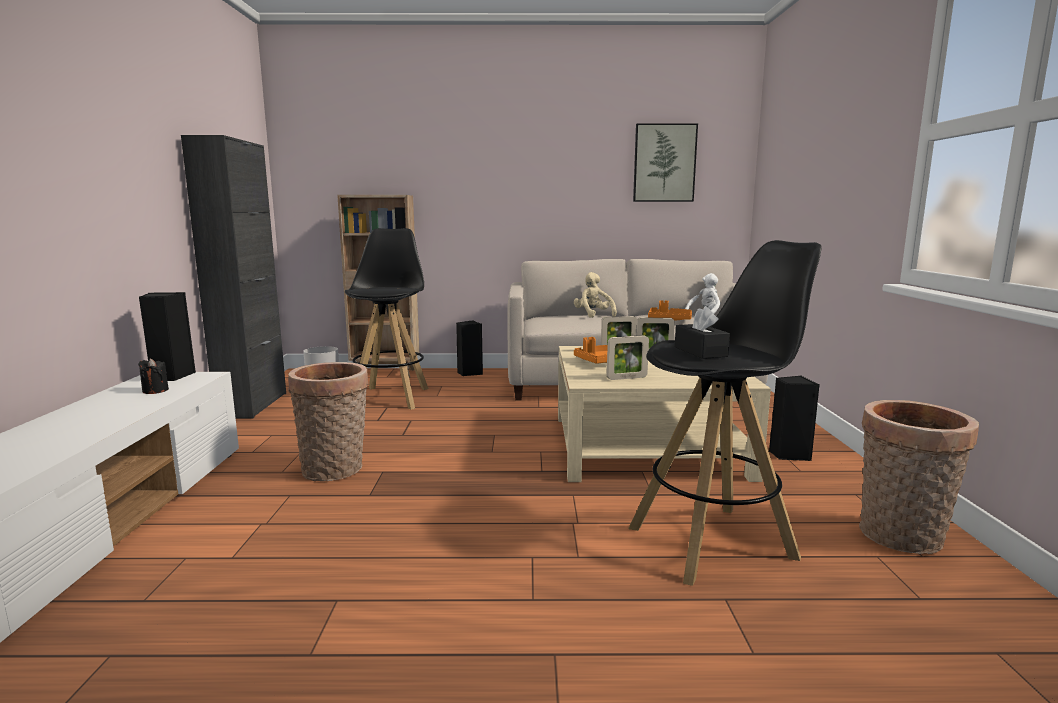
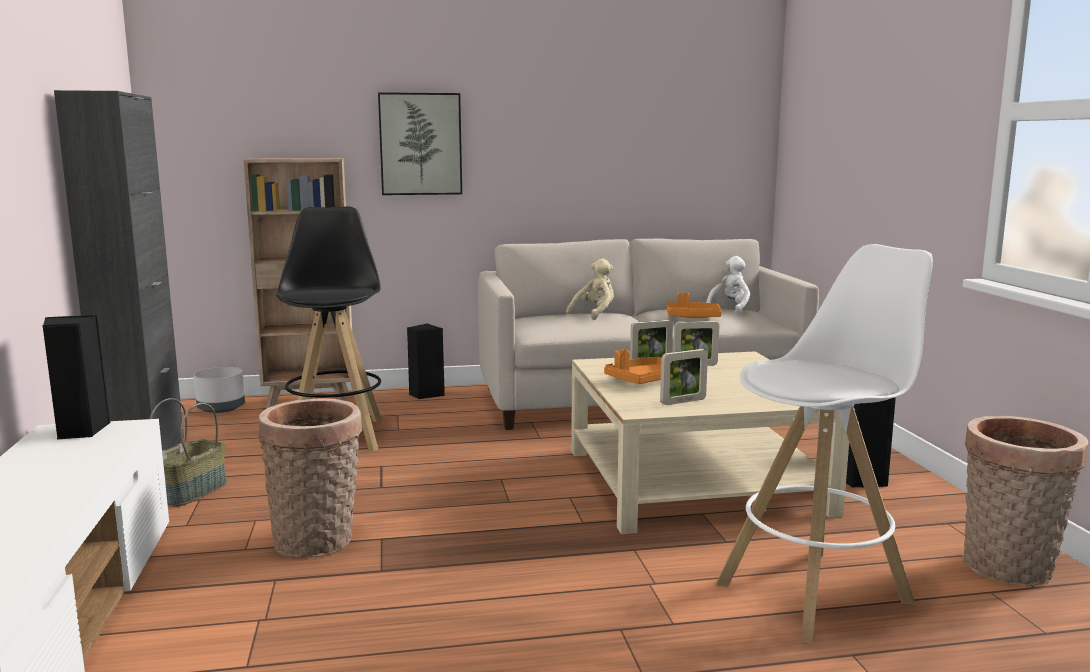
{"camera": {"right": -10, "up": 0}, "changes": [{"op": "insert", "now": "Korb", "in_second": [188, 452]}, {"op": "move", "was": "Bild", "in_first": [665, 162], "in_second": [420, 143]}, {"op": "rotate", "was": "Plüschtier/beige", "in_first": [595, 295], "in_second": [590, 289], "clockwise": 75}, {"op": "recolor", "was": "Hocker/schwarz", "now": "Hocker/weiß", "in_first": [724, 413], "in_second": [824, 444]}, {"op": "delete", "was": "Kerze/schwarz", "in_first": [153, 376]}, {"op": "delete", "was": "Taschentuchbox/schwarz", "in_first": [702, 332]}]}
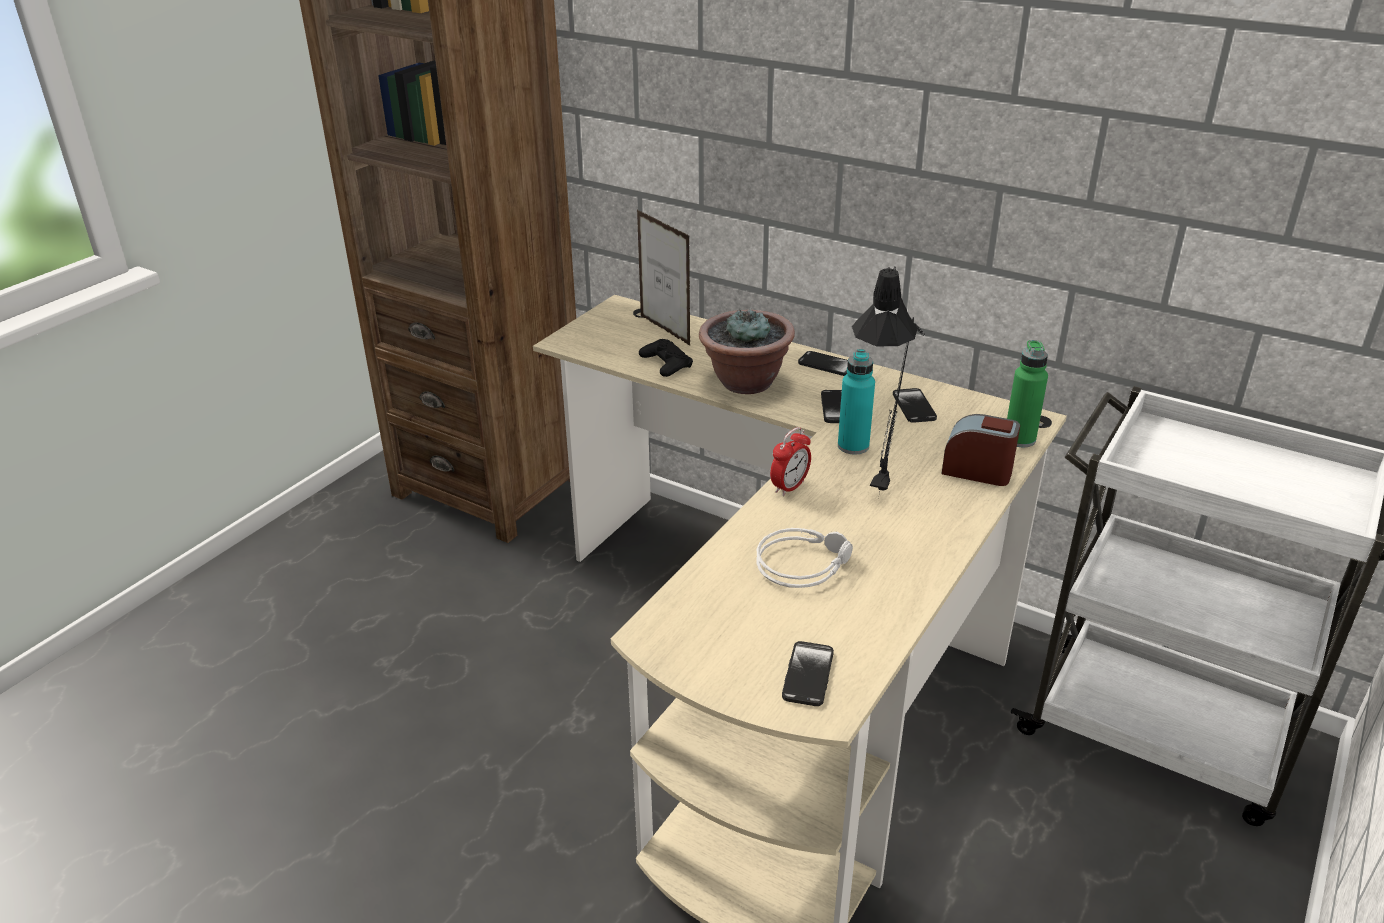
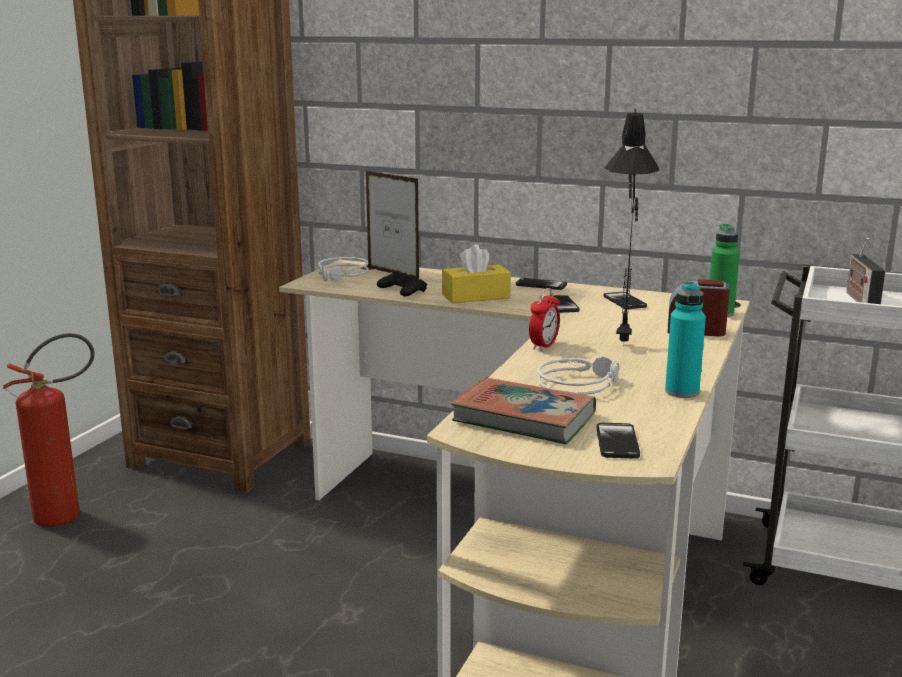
{"camera": {"right": -10, "up": -15}, "changes": [{"op": "insert", "now": "Feuerlöscher", "in_second": [49, 430]}, {"op": "insert", "now": "Kopfhörer/grau", "in_second": [343, 269]}, {"op": "replace", "was": "Topfpflanze", "now": "Taschentuchbox/gelb", "in_first": [747, 350], "in_second": [476, 274]}, {"op": "insert", "now": "Buch", "in_second": [523, 411]}, {"op": "move", "was": "Flasche/türkis", "in_first": [856, 402], "in_second": [685, 340]}, {"op": "insert", "now": "Radio", "in_second": [865, 271]}]}
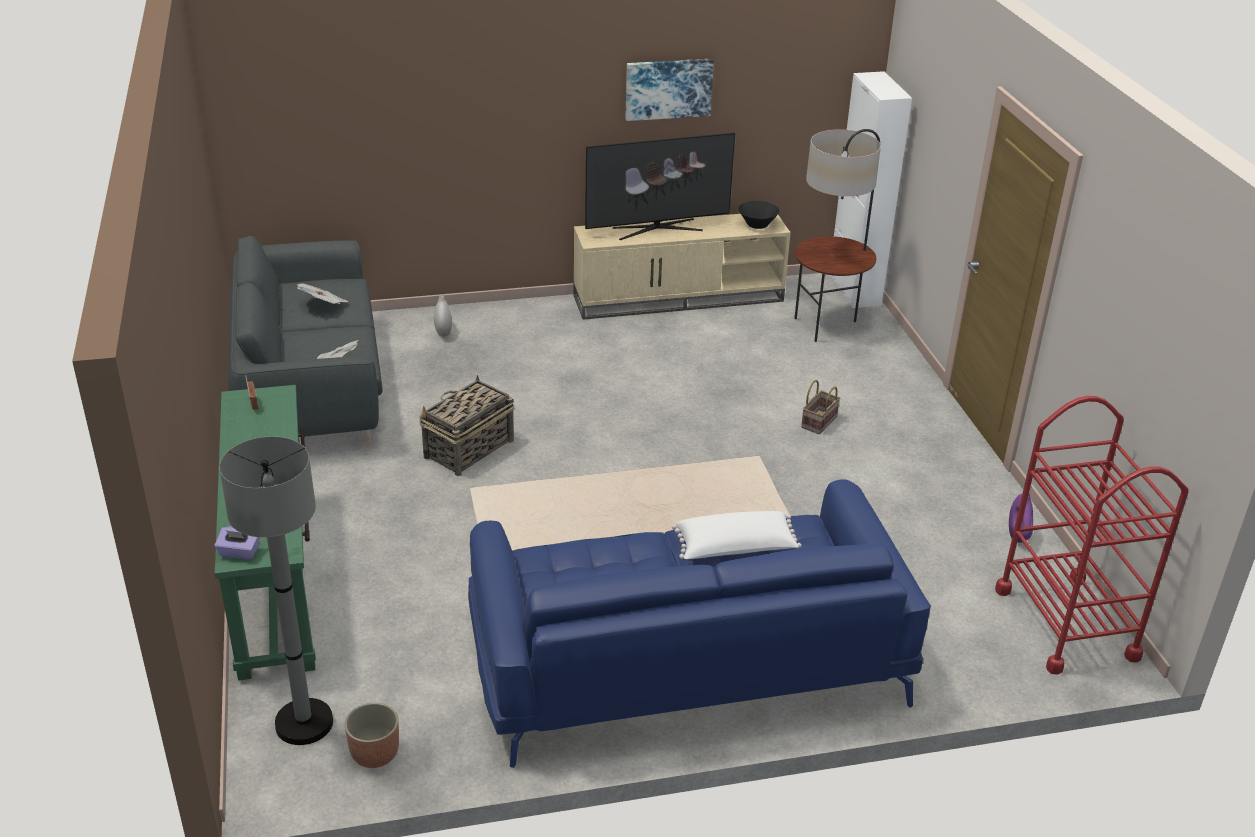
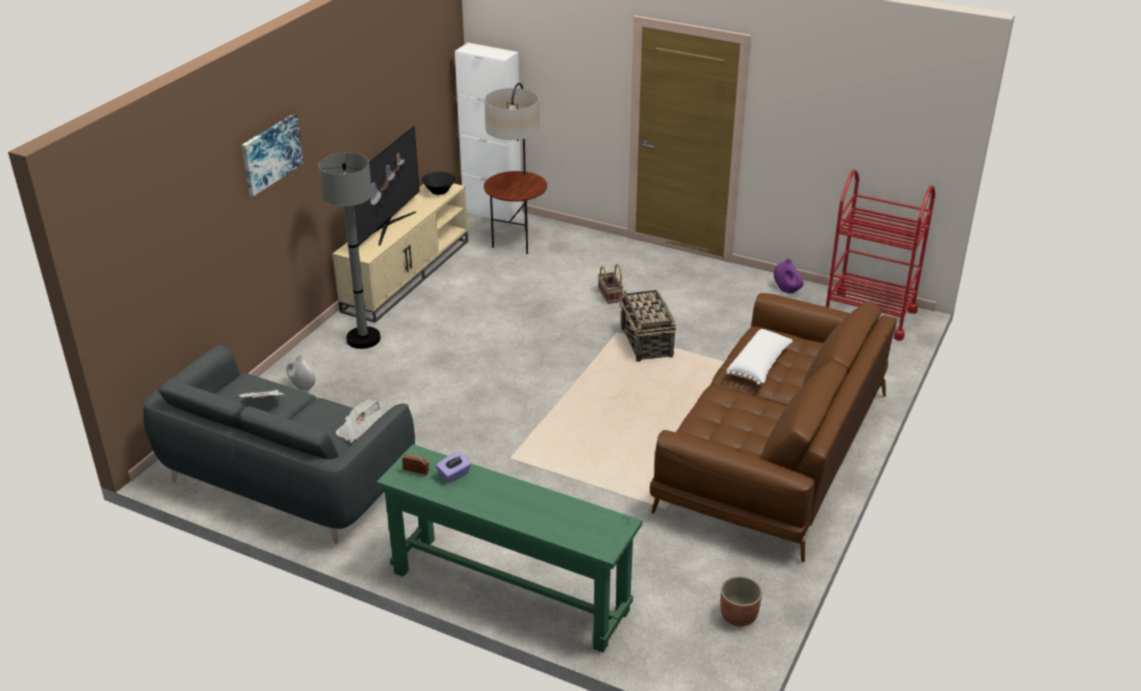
{"camera": {"right": -50, "up": 0}, "changes": [{"op": "move", "was": "Bild", "in_first": [670, 90], "in_second": [273, 155]}, {"op": "move", "was": "Stehlampe/grau", "in_first": [276, 590], "in_second": [350, 251]}, {"op": "move", "was": "Taschentuchbox/lila", "in_first": [237, 543], "in_second": [453, 467]}, {"op": "move", "was": "Korb", "in_first": [466, 425], "in_second": [647, 326]}, {"op": "recolor", "was": "Sofa/blau", "now": "Sofa/braun", "in_first": [699, 623], "in_second": [773, 428]}]}
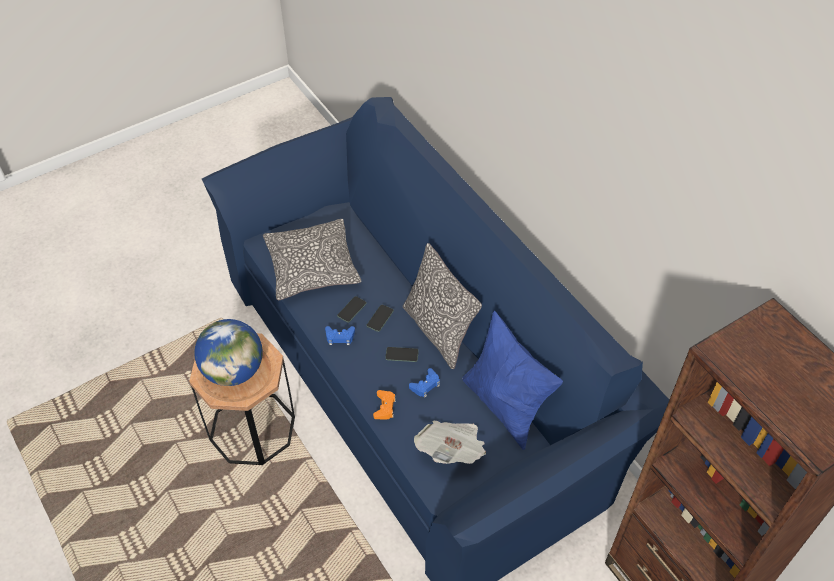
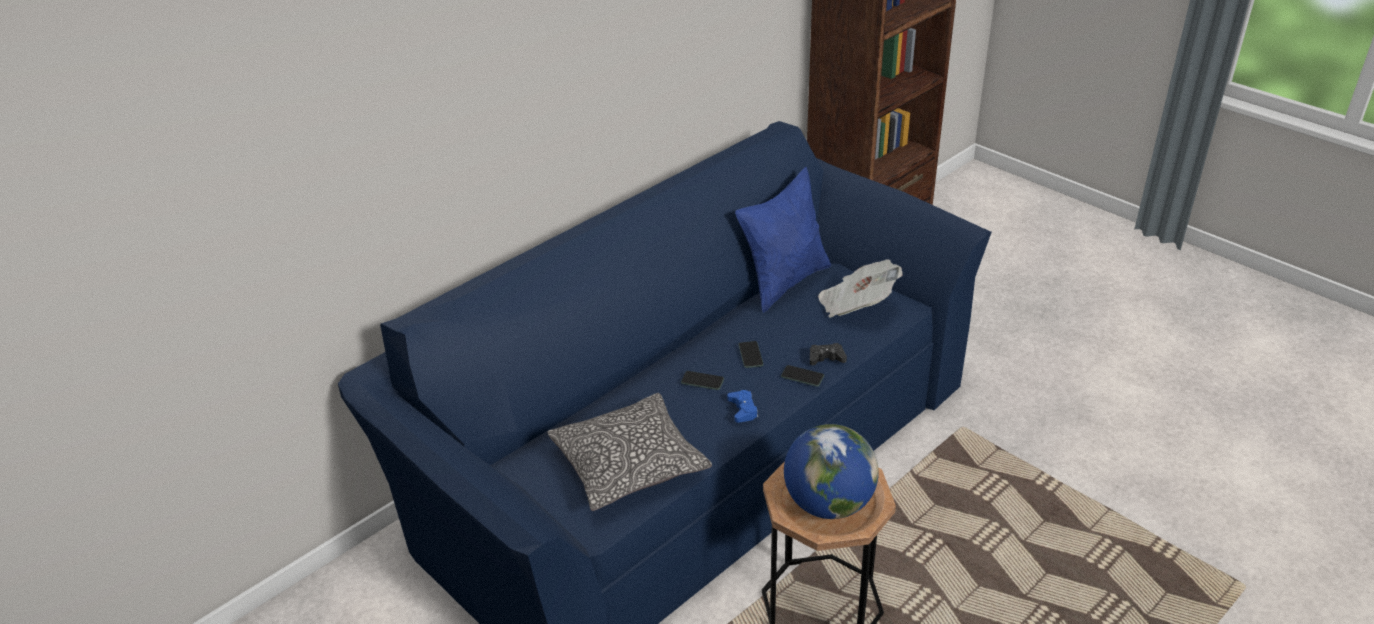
{"camera": {"right": -100, "up": -15}, "changes": [{"op": "move", "was": "Handy", "in_first": [352, 309], "in_second": [802, 375]}, {"op": "recolor", "was": "Gamepad/orange", "now": "Gamepad/schwarz", "in_first": [384, 404], "in_second": [828, 354]}, {"op": "delete", "was": "Kissen", "in_first": [442, 306]}, {"op": "delete", "was": "Gamepad/blau", "in_first": [424, 383]}]}
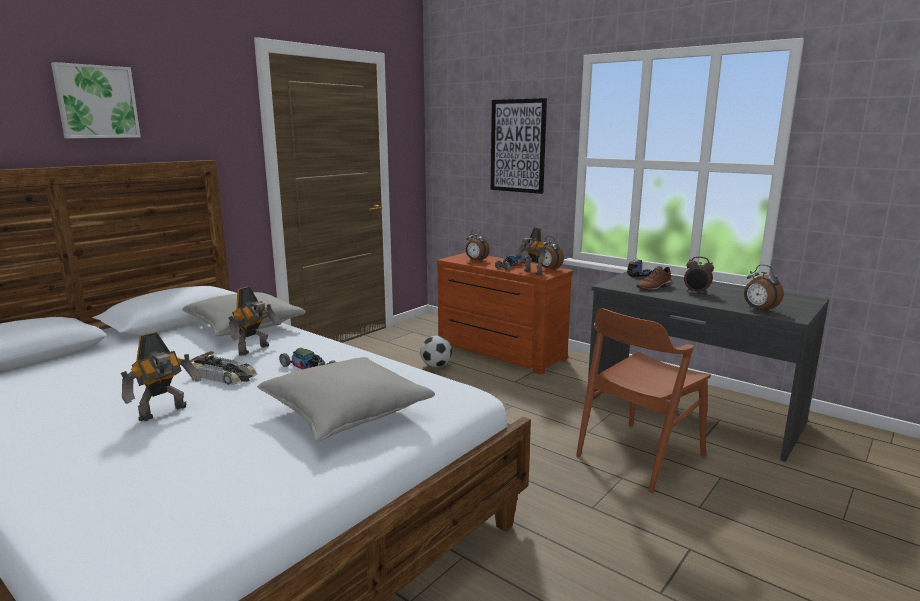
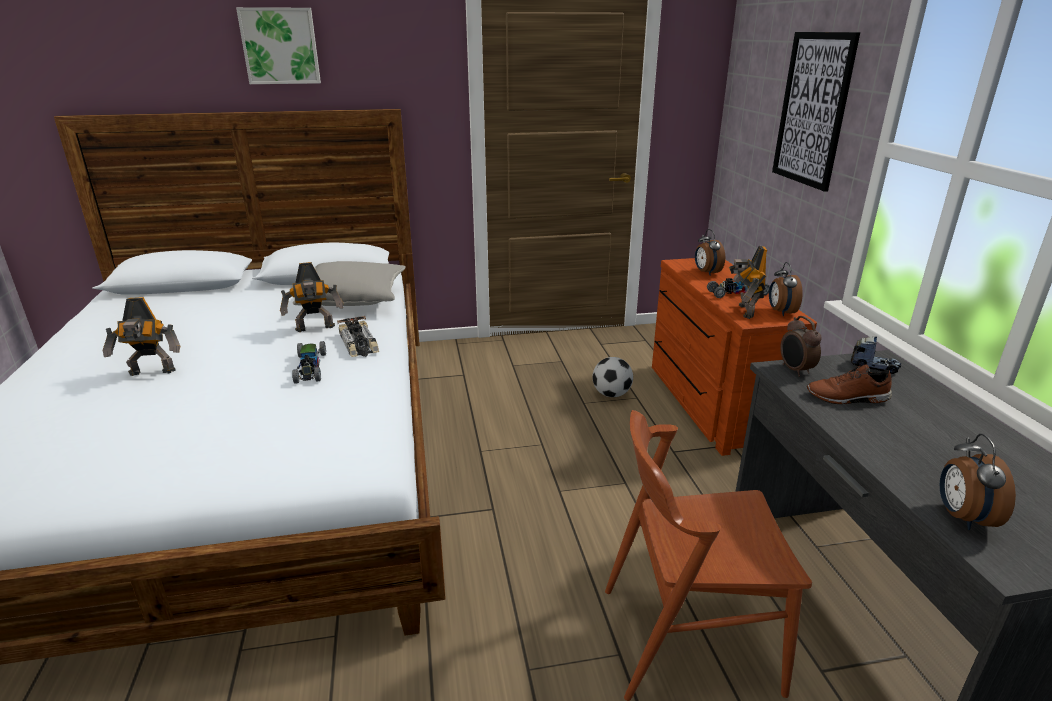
{"camera": {"right": 40, "up": 10}, "changes": [{"op": "move", "was": "Spielzeugauto", "in_first": [224, 368], "in_second": [358, 336]}, {"op": "move", "was": "Wecker", "in_first": [699, 275], "in_second": [801, 346]}, {"op": "delete", "was": "Kissen/grau", "in_first": [346, 399]}]}
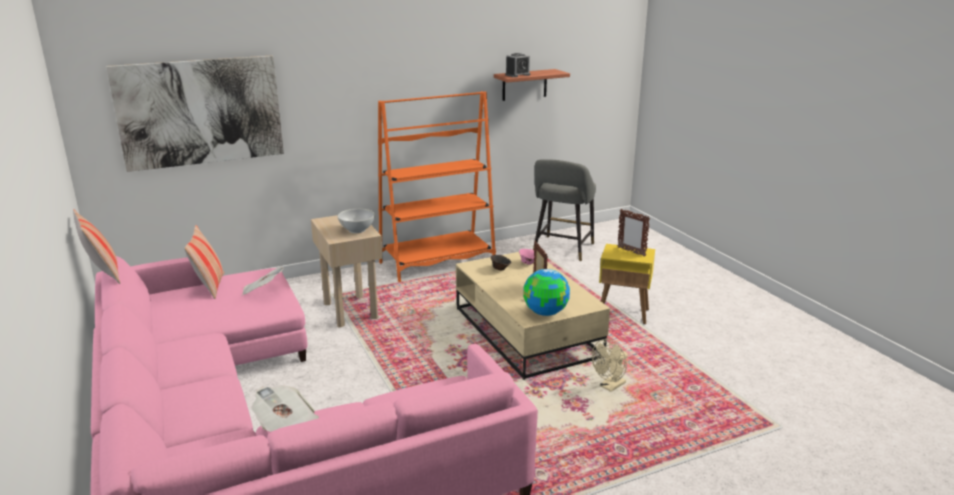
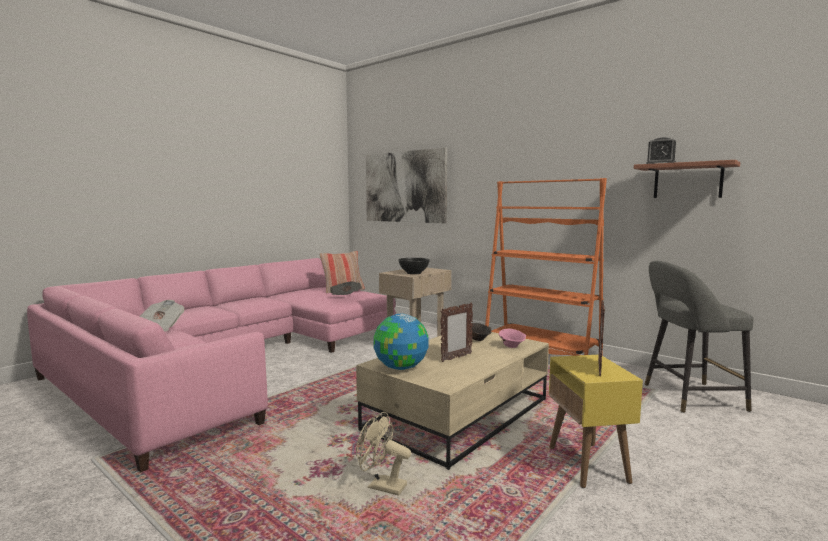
{"camera": {"right": 65, "up": -15}, "changes": [{"op": "recolor", "was": "Schüssel/weiß", "now": "Schüssel/schwarz", "in_first": [356, 221], "in_second": [414, 266]}, {"op": "delete", "was": "Kissen", "in_first": [96, 246]}]}
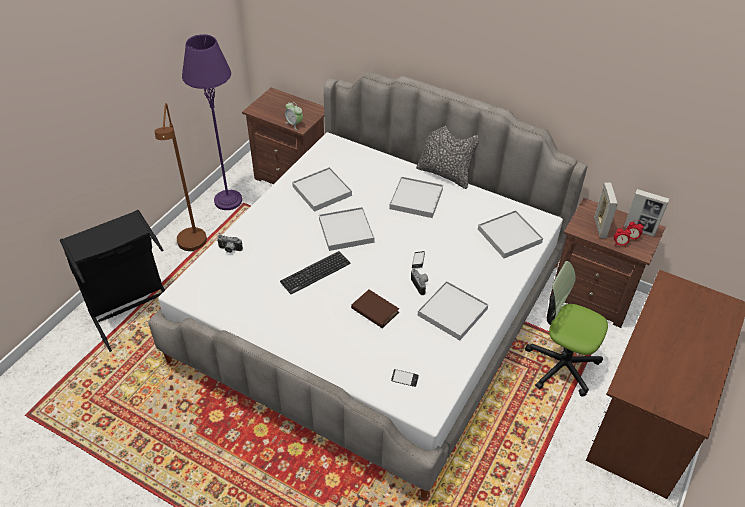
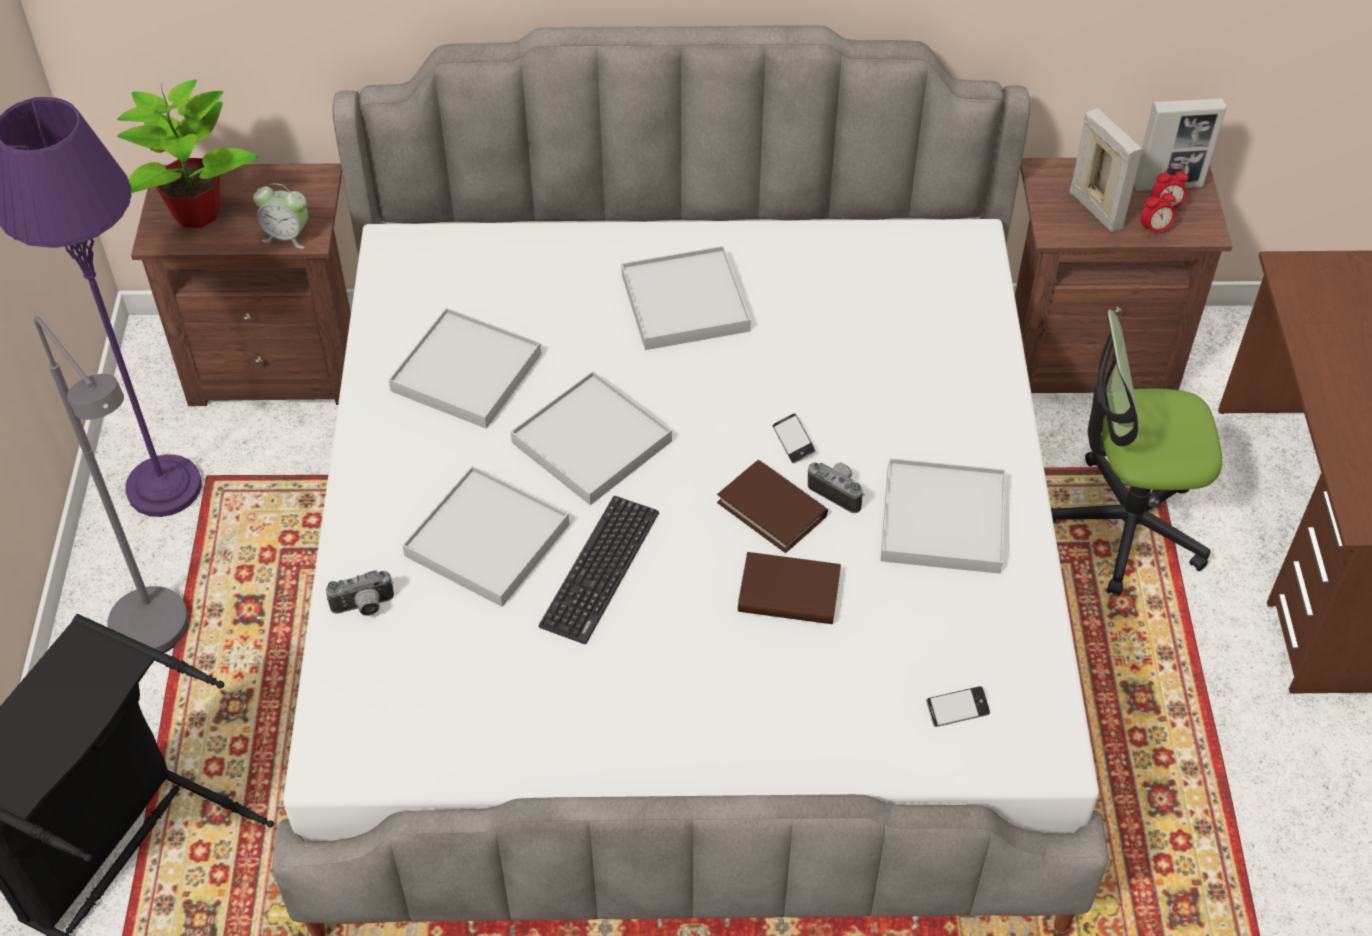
{"camera": {"right": -30, "up": 5}, "changes": [{"op": "recolor", "was": "Stehlampe/braun", "now": "Stehlampe/grau", "in_first": [180, 177], "in_second": [111, 484]}, {"op": "insert", "now": "Topfpflanze", "in_second": [188, 153]}, {"op": "move", "was": "Tablett/weiß", "in_first": [510, 234], "in_second": [485, 536]}, {"op": "insert", "now": "Buch/braun", "in_second": [772, 506]}, {"op": "delete", "was": "Kissen", "in_first": [447, 157]}]}
